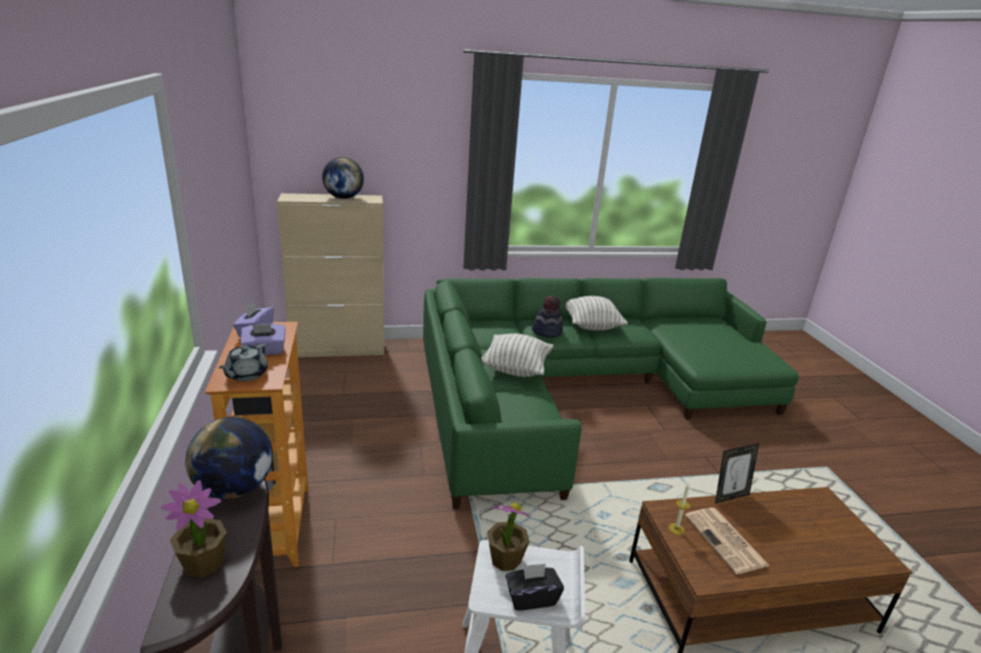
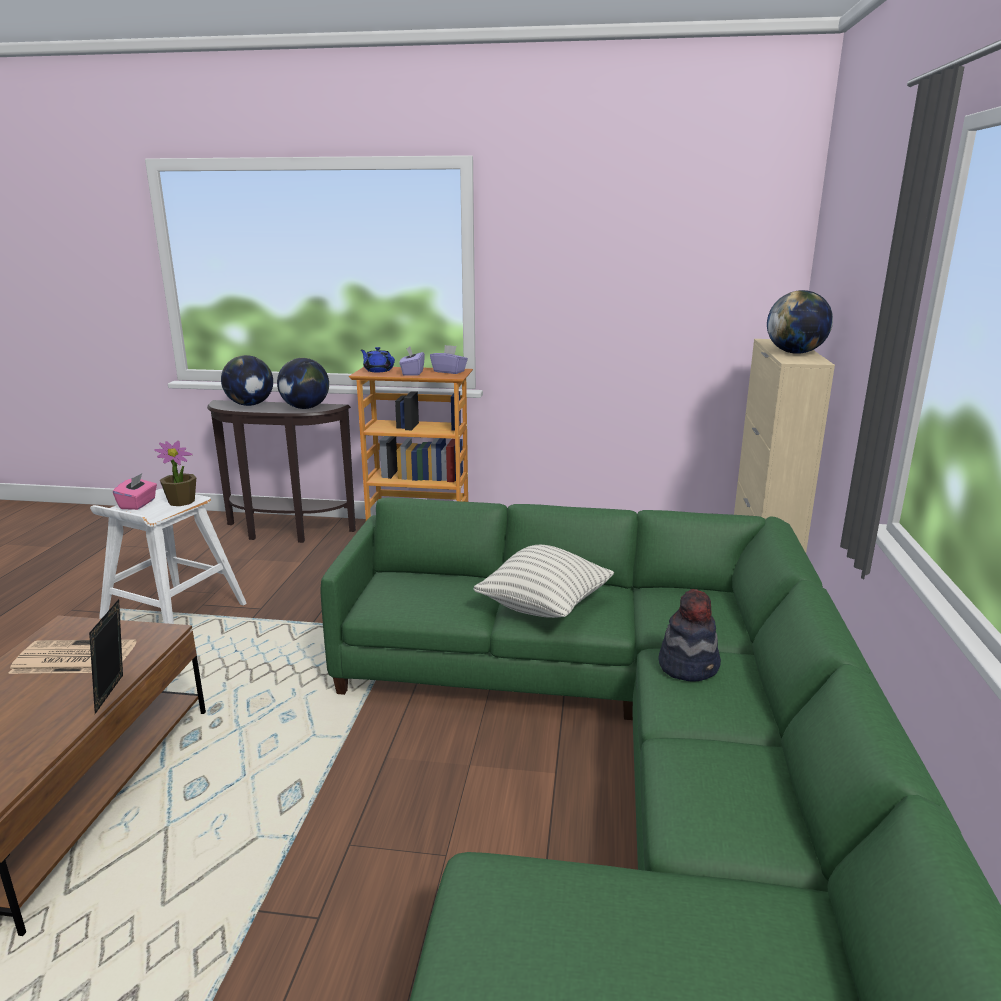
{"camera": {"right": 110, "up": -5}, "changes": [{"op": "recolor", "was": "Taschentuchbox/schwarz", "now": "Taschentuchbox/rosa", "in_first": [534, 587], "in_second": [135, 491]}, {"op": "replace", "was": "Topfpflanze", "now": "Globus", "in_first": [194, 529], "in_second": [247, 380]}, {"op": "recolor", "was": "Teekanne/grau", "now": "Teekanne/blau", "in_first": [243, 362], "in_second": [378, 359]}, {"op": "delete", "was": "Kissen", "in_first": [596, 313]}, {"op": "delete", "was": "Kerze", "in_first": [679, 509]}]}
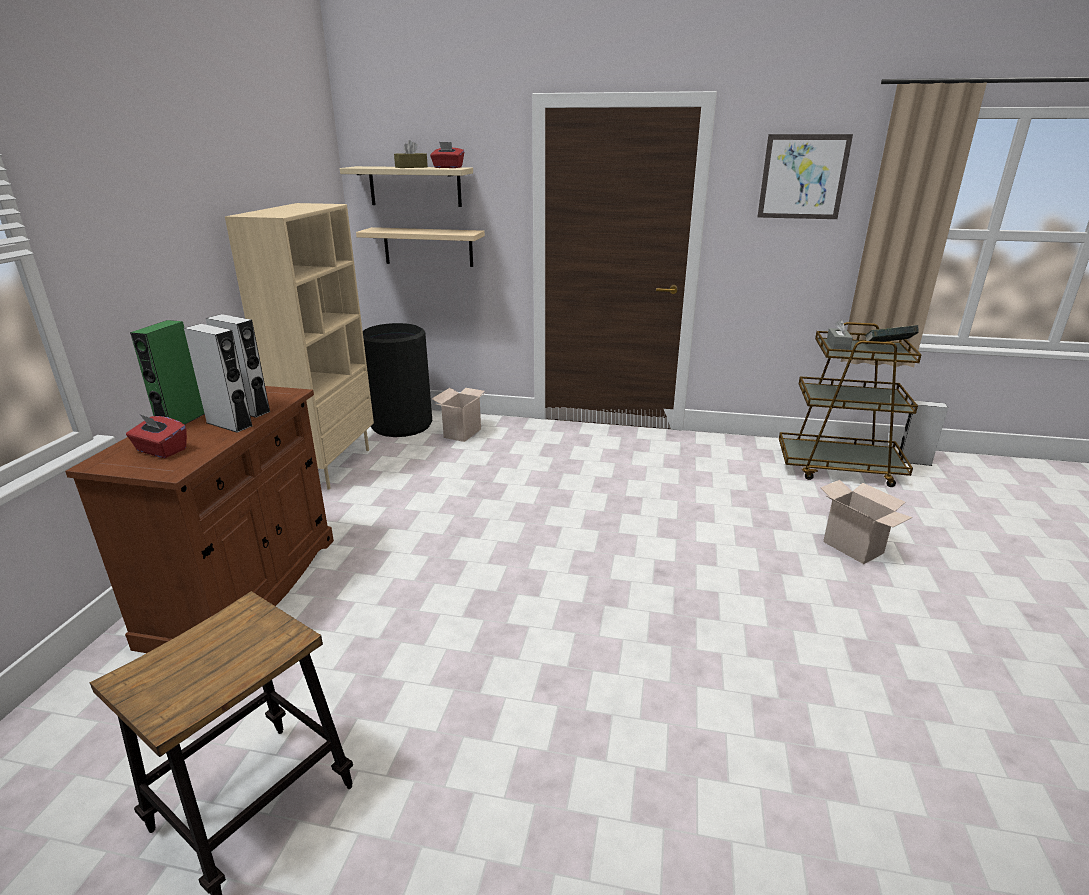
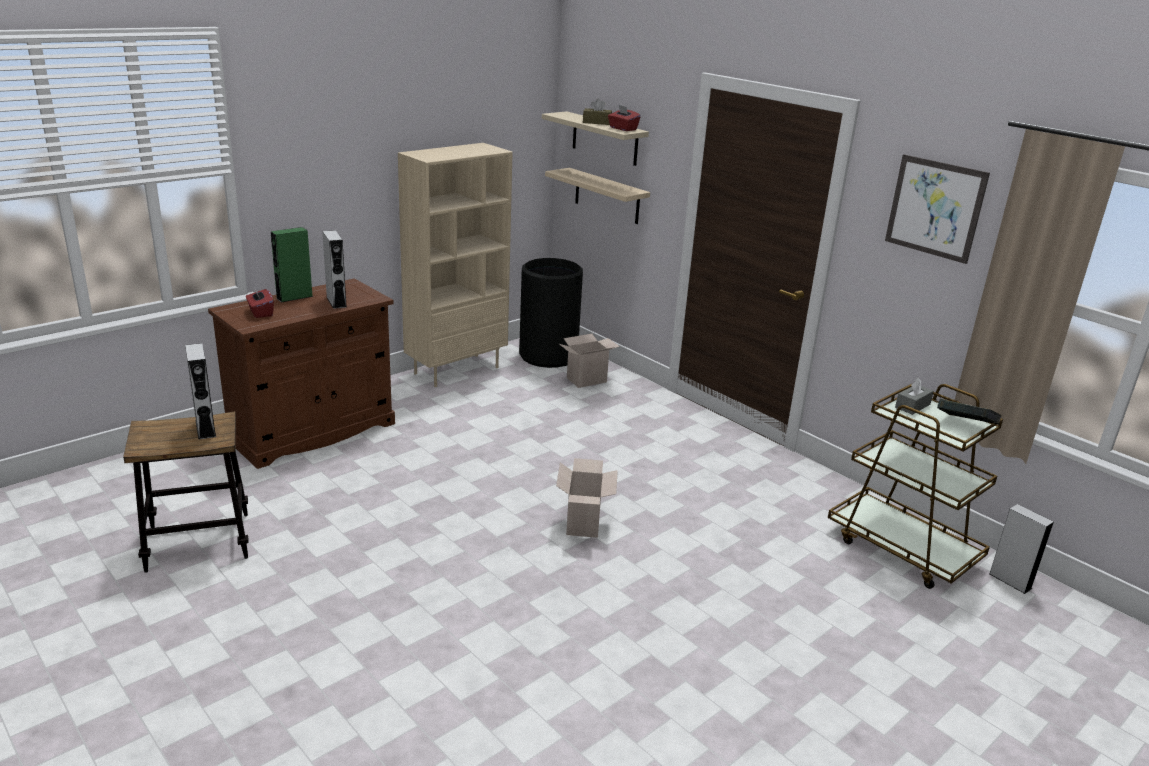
{"camera": {"right": 35, "up": 0}, "changes": [{"op": "move", "was": "Lautsprecher/grau", "in_first": [218, 378], "in_second": [200, 391]}, {"op": "move", "was": "Karton", "in_first": [866, 522], "in_second": [587, 498]}]}
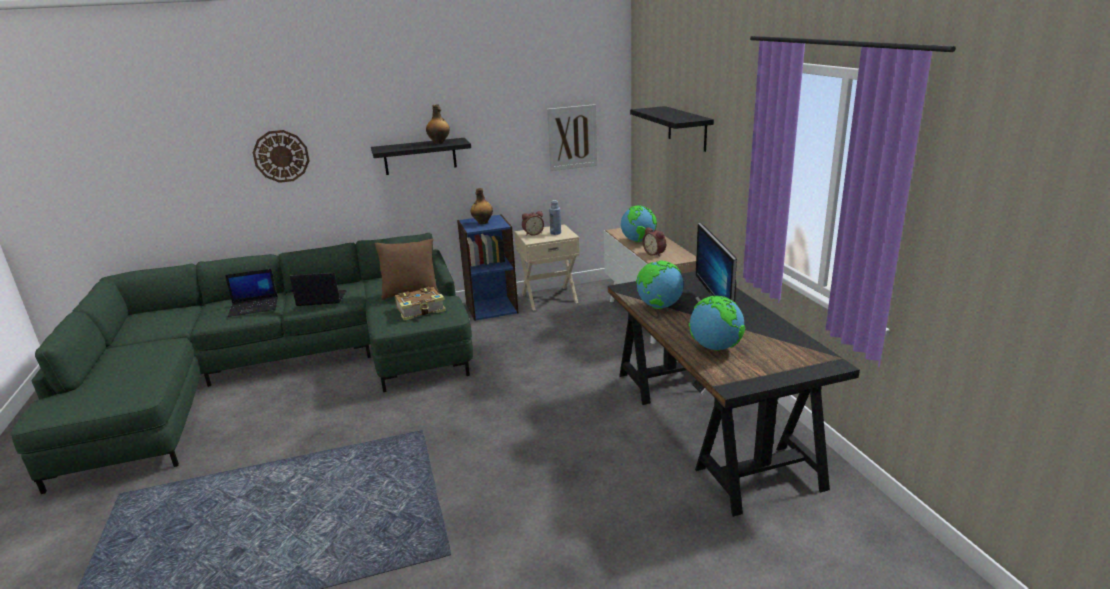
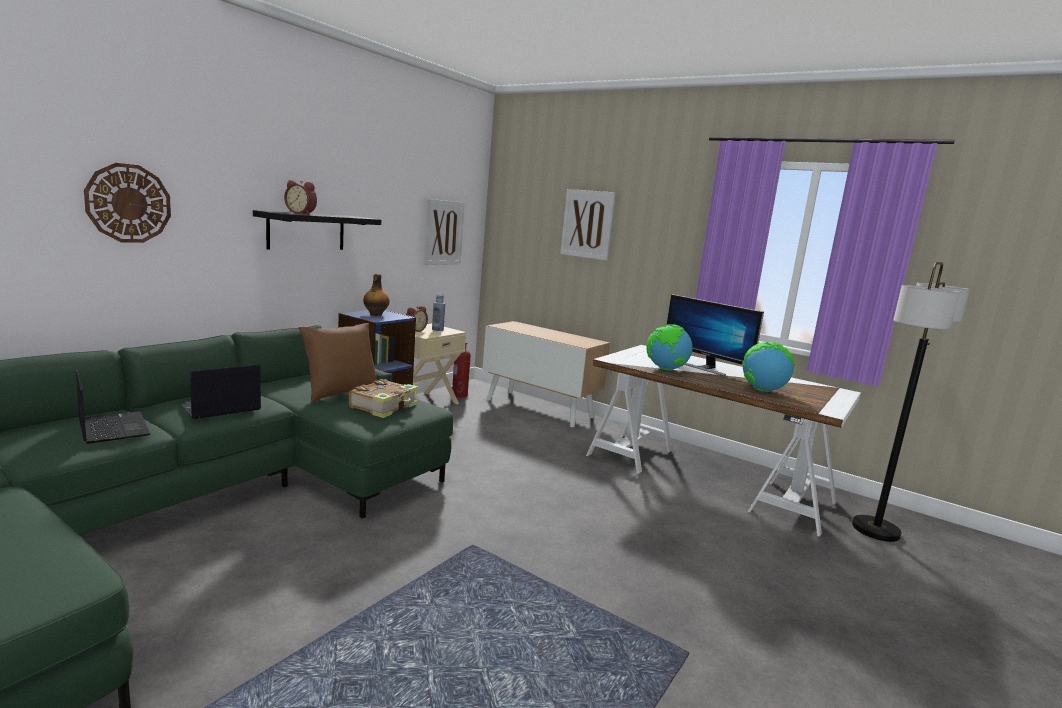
{"camera": {"right": -40, "up": -10}, "changes": [{"op": "rotate", "was": "Laptop", "in_first": [251, 293], "in_second": [113, 407], "clockwise": -75}, {"op": "move", "was": "Wecker", "in_first": [654, 242], "in_second": [300, 197]}, {"op": "insert", "now": "Feuerlöscher", "in_second": [461, 370]}, {"op": "replace", "was": "Wandregal/schwarz", "now": "Bild", "in_first": [672, 129], "in_second": [588, 225]}, {"op": "recolor", "was": "Schreibtisch/schwarz", "now": "Schreibtisch/weiß", "in_first": [734, 394], "in_second": [723, 441]}, {"op": "insert", "now": "Stehlampe", "in_second": [911, 402]}, {"op": "delete", "was": "Flasche", "in_first": [438, 124]}, {"op": "delete", "was": "Globus", "in_first": [639, 223]}]}
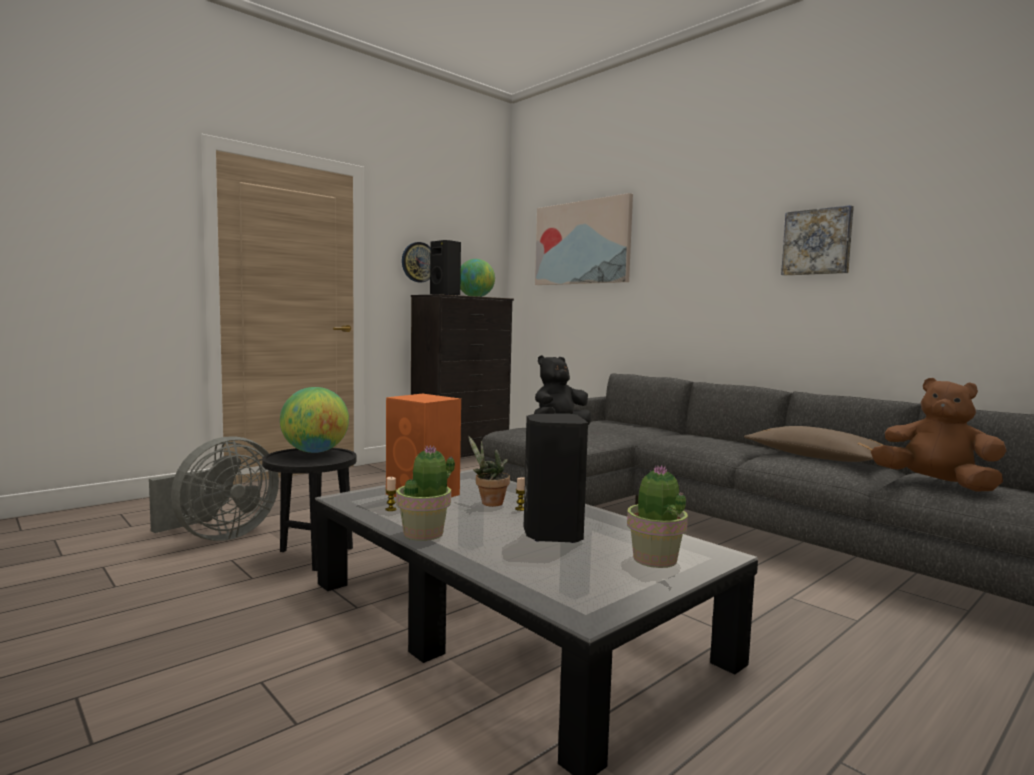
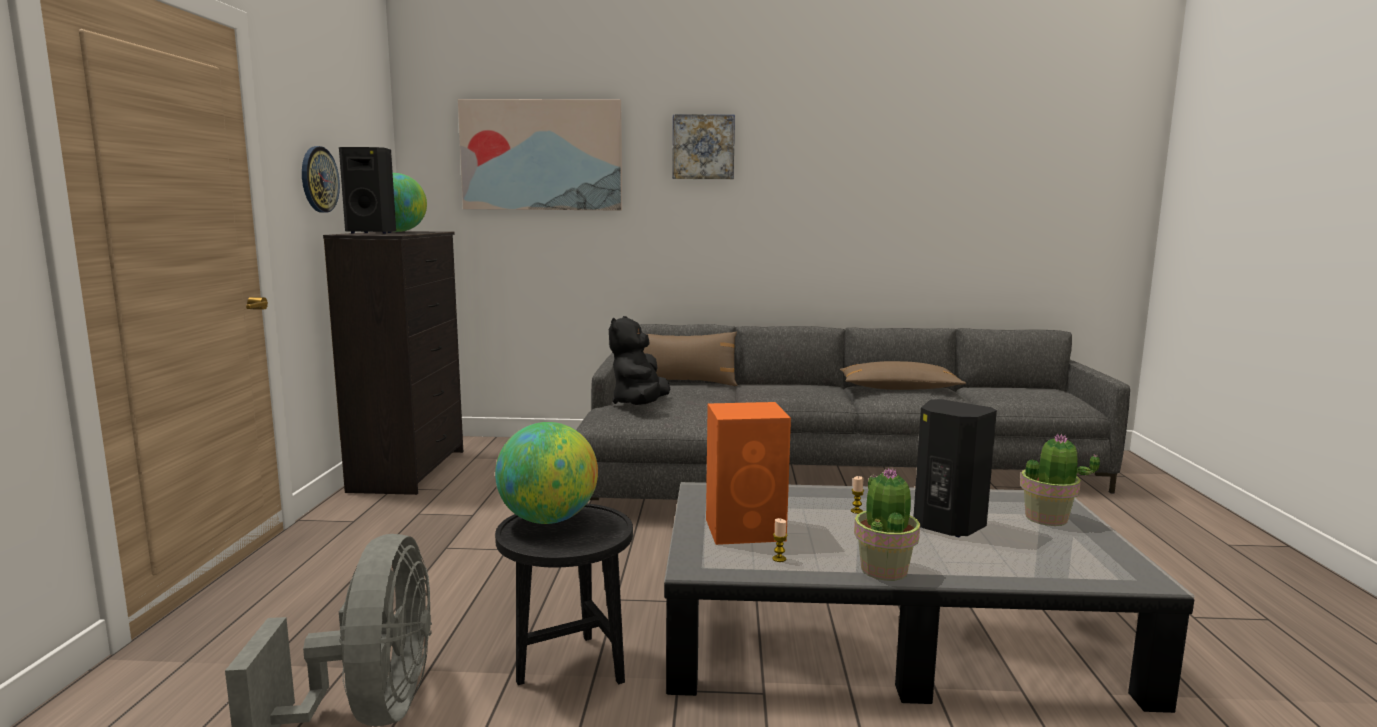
{"camera": {"right": -45, "up": 5}, "changes": [{"op": "insert", "now": "Kissen/braun", "in_second": [690, 358]}, {"op": "move", "was": "Bild", "in_first": [817, 240], "in_second": [703, 146]}, {"op": "delete", "was": "Topfpflanze", "in_first": [489, 471]}, {"op": "delete", "was": "Plüschtier/braun", "in_first": [939, 435]}]}
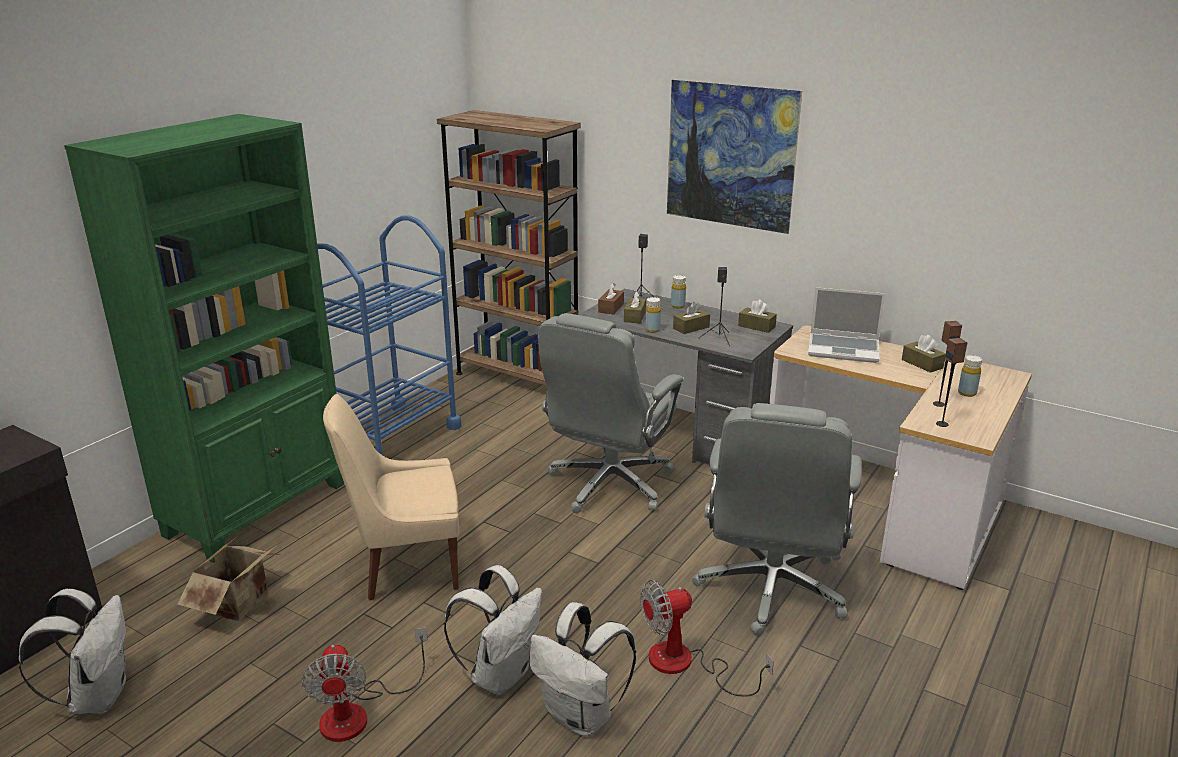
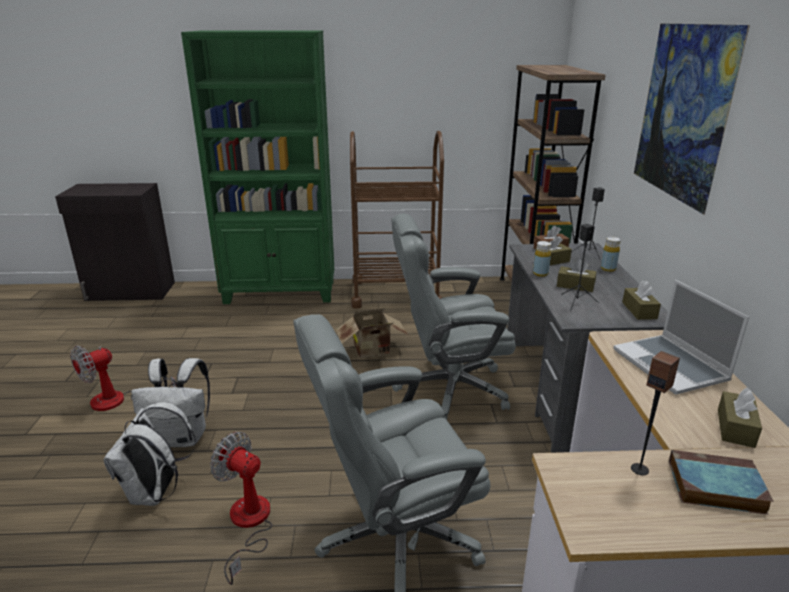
{"camera": {"right": 55, "up": 0}, "changes": [{"op": "move", "was": "Karton", "in_first": [228, 578], "in_second": [372, 333]}, {"op": "recolor", "was": "Rollwagen/blau", "now": "Rollwagen/braun", "in_first": [389, 335], "in_second": [397, 220]}, {"op": "replace", "was": "Flasche/gelb", "now": "Buch", "in_first": [970, 376], "in_second": [721, 482]}, {"op": "delete", "was": "Rucksack/weiß", "in_first": [72, 651]}, {"op": "delete", "was": "Stuhl/beige", "in_first": [391, 497]}, {"op": "delete", "was": "Lautsprecher", "in_first": [952, 382]}]}
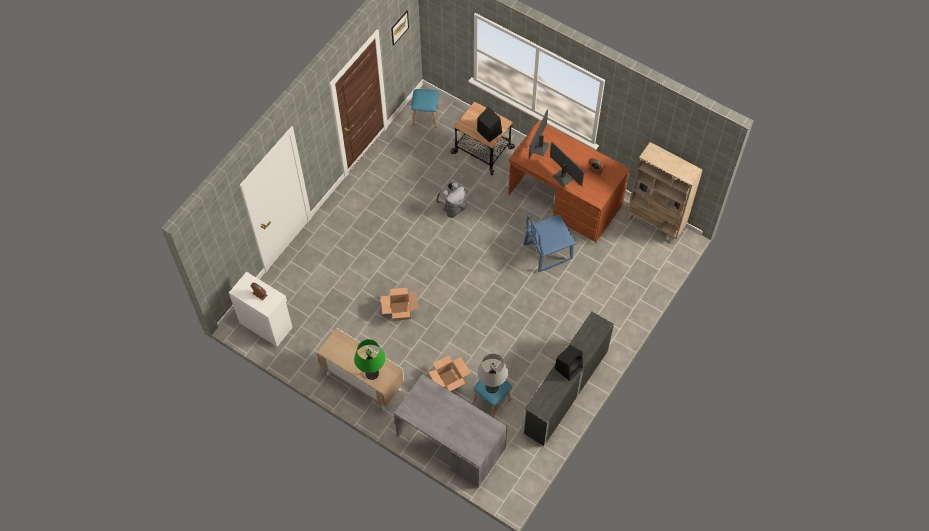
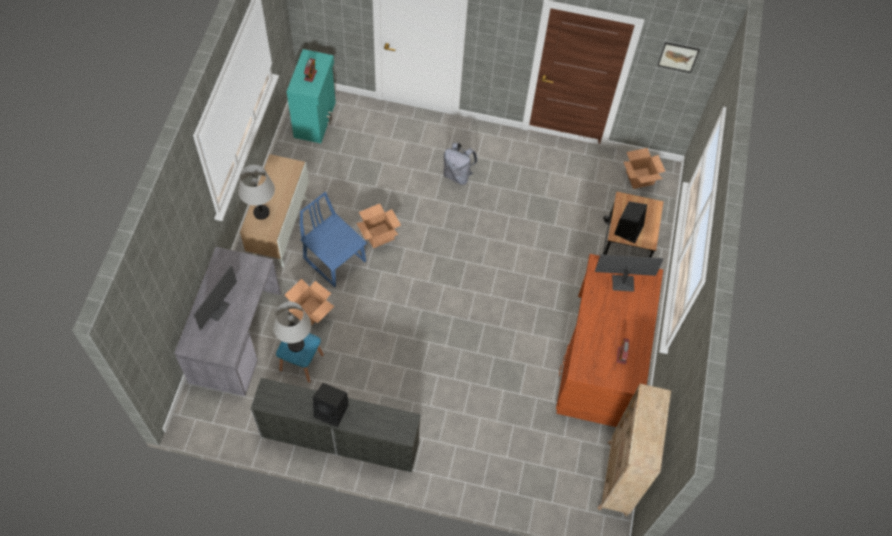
{"camera": {"right": 65, "up": 0}, "changes": [{"op": "move", "was": "Monitor", "in_first": [567, 164], "in_second": [215, 297]}, {"op": "recolor", "was": "Tischlampe/grün", "now": "Tischlampe/grau", "in_first": [369, 359], "in_second": [256, 192]}, {"op": "recolor", "was": "Schrank/weiß", "now": "Schrank/türkis", "in_first": [261, 309], "in_second": [311, 96]}, {"op": "move", "was": "Stuhl/blau", "in_first": [550, 243], "in_second": [333, 240]}, {"op": "move", "was": "Rucksack/grau", "in_first": [451, 200], "in_second": [461, 164]}, {"op": "replace", "was": "Hocker/blau", "now": "Karton", "in_first": [425, 108], "in_second": [644, 168]}]}
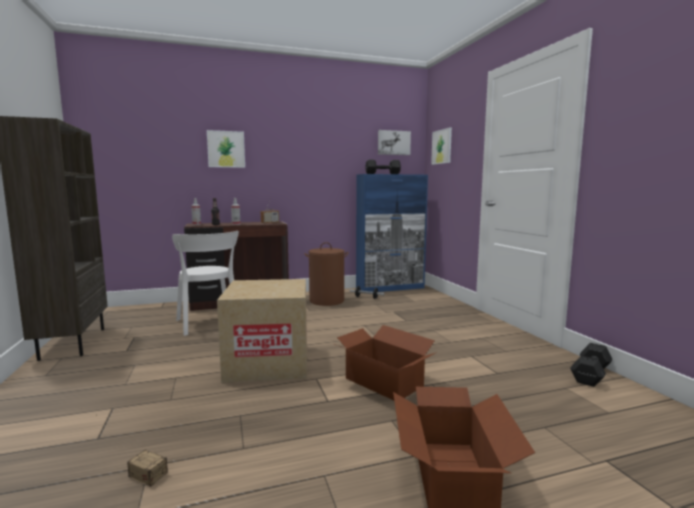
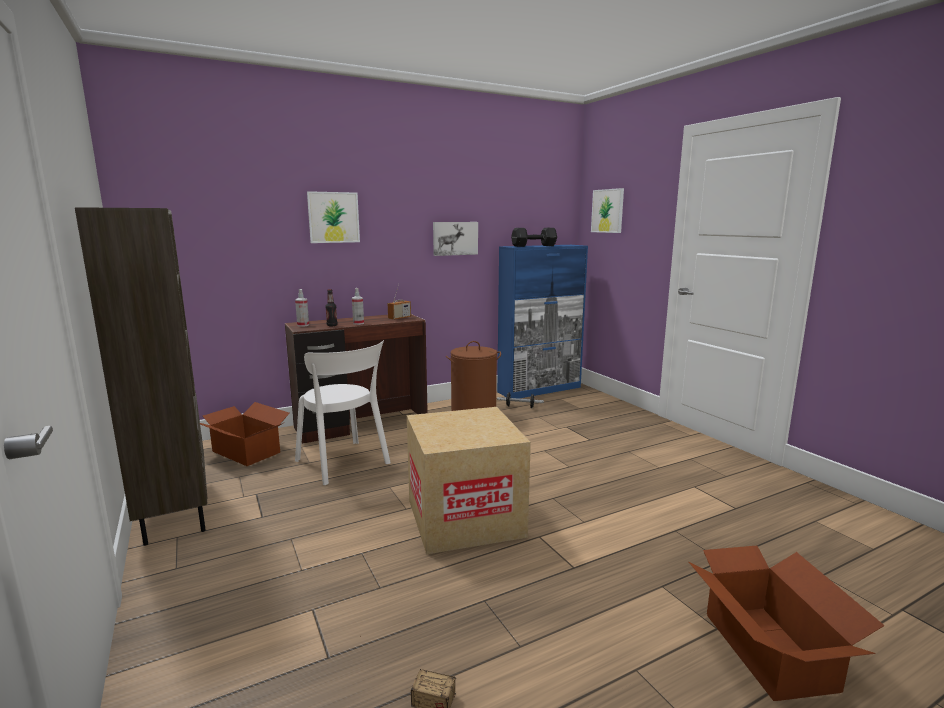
{"camera": {"right": -10, "up": 5}, "changes": [{"op": "move", "was": "Karton", "in_first": [386, 362], "in_second": [245, 434]}, {"op": "move", "was": "Bild", "in_first": [394, 142], "in_second": [455, 239]}, {"op": "delete", "was": "Hantel/schwarz", "in_first": [591, 365]}]}
